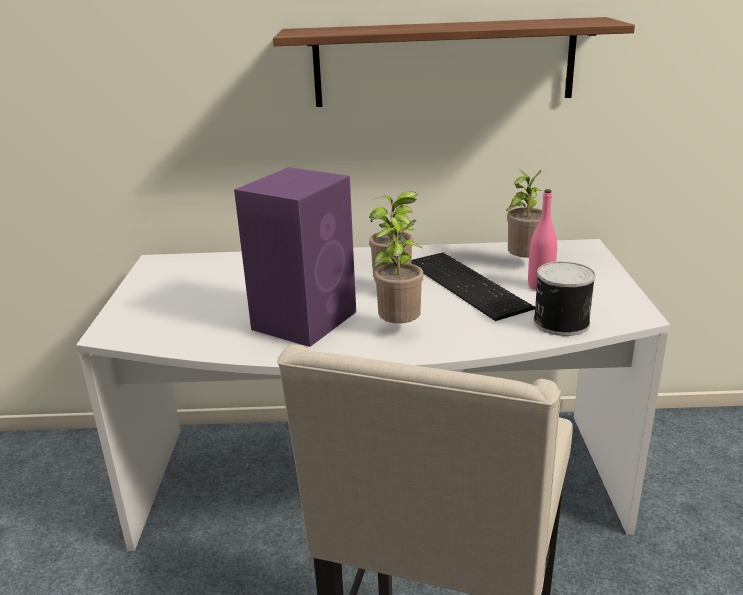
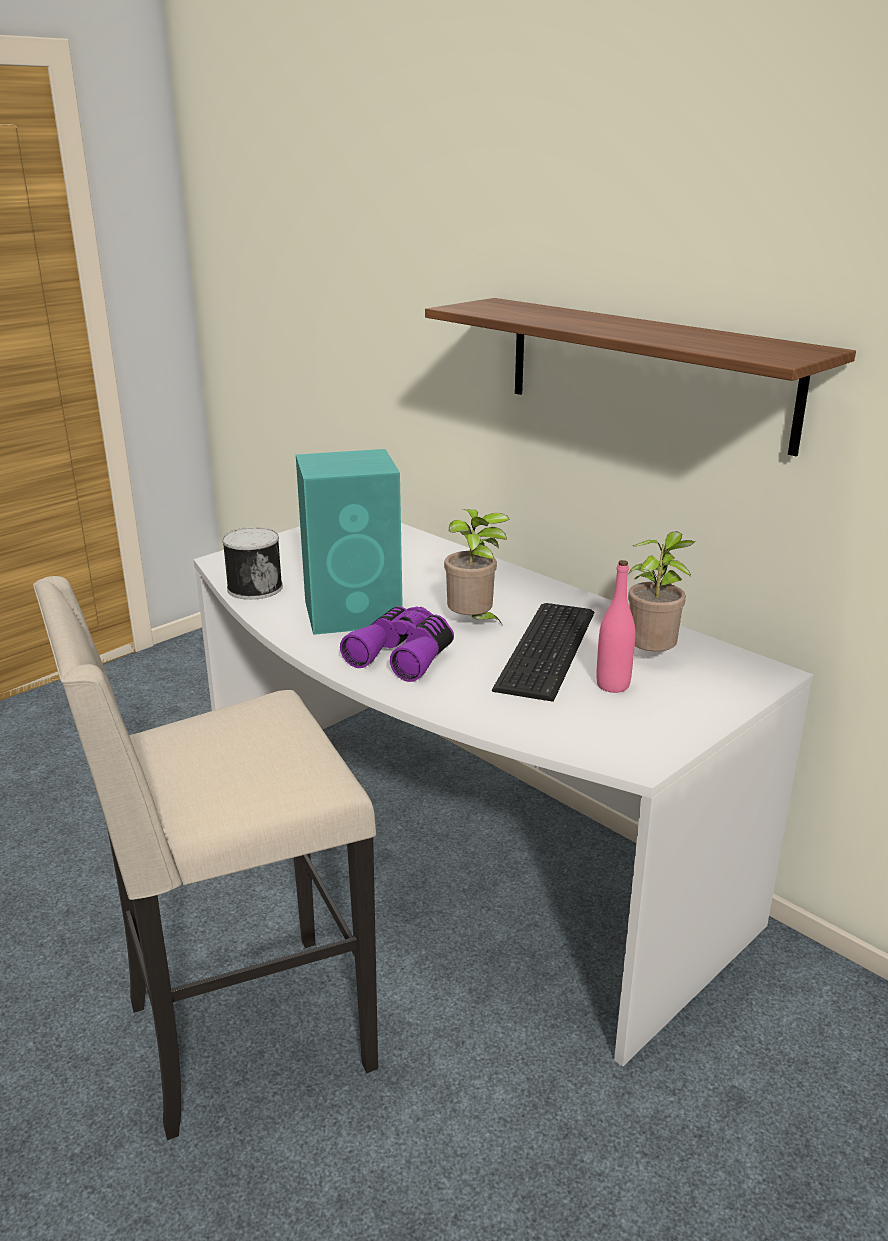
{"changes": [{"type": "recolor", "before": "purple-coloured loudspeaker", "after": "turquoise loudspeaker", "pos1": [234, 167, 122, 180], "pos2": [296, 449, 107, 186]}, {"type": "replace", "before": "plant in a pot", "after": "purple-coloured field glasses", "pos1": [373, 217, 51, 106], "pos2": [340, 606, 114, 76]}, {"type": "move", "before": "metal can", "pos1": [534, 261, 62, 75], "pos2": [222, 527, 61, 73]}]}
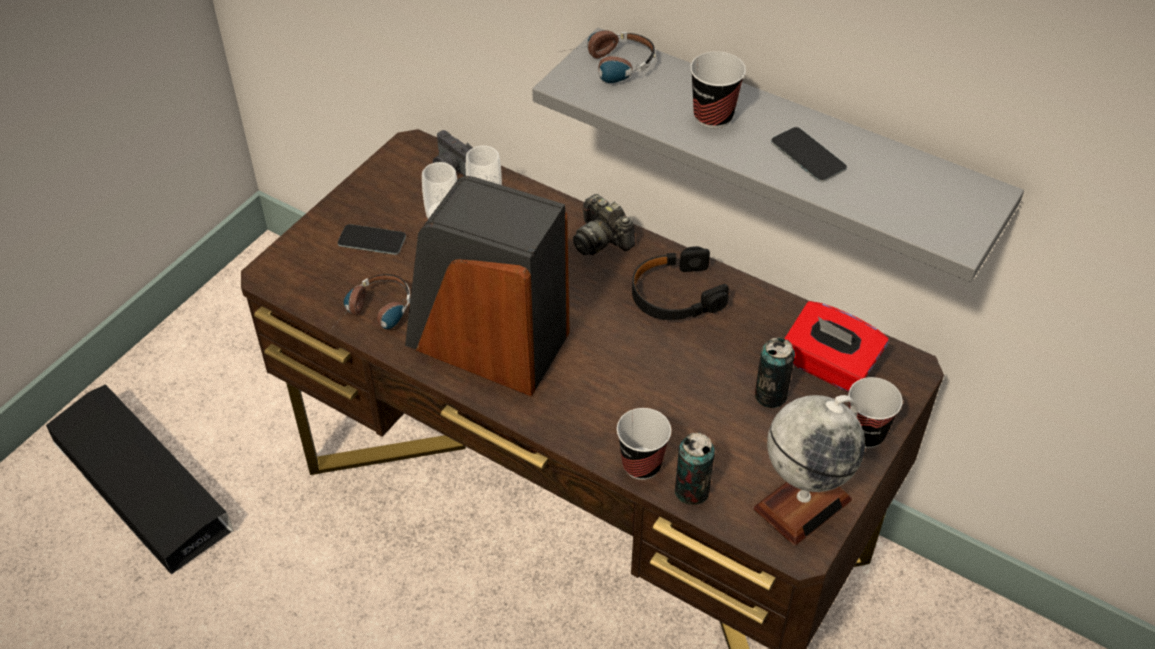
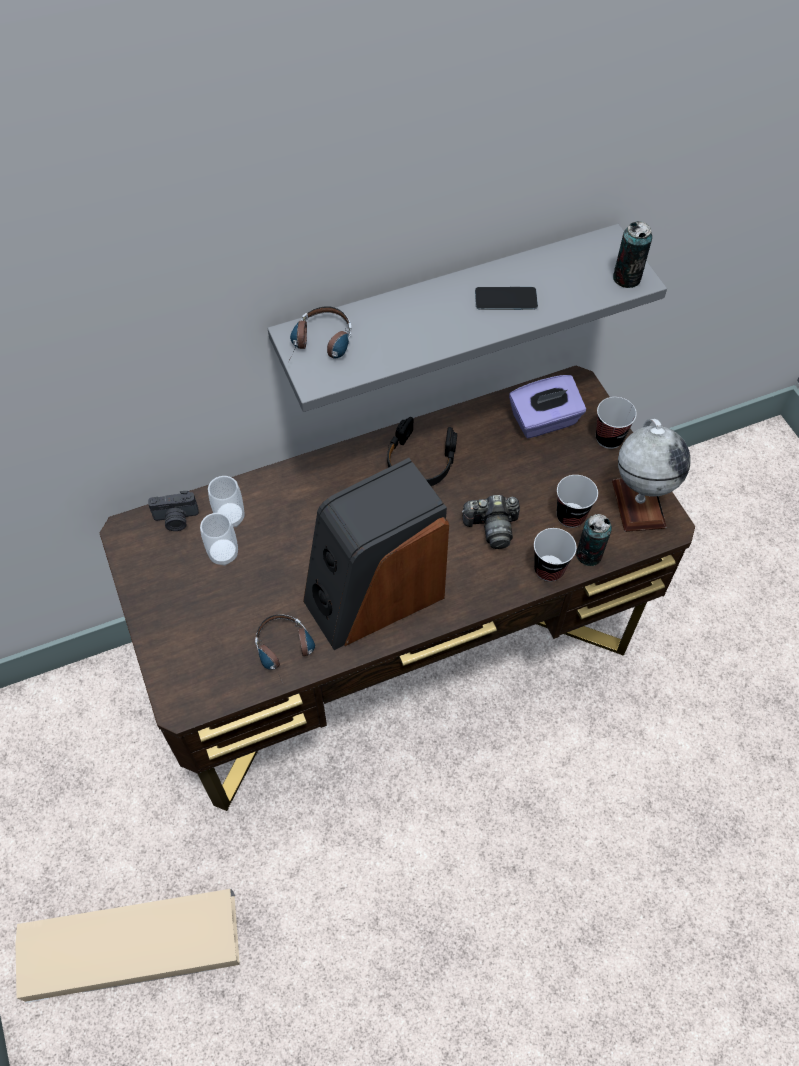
{"changes": [{"type": "move", "before": "small cup", "pos1": [690, 51, 56, 77], "pos2": [557, 475, 41, 53]}, {"type": "move", "before": "photo camera", "pos1": [573, 194, 62, 61], "pos2": [462, 495, 58, 54]}, {"type": "delete", "before": "phone", "pos1": [338, 224, 68, 31]}, {"type": "recolor", "before": "red-coloured box of tissues", "after": "purple-coloured box of tissues", "pos1": [784, 301, 105, 91], "pos2": [509, 375, 77, 63]}, {"type": "move", "before": "metal can", "pos1": [755, 337, 40, 71], "pos2": [613, 221, 39, 67]}, {"type": "recolor", "before": "blackish storage bin", "after": "sand-coloured storage bin", "pos1": [46, 384, 188, 190], "pos2": [15, 889, 225, 114]}]}
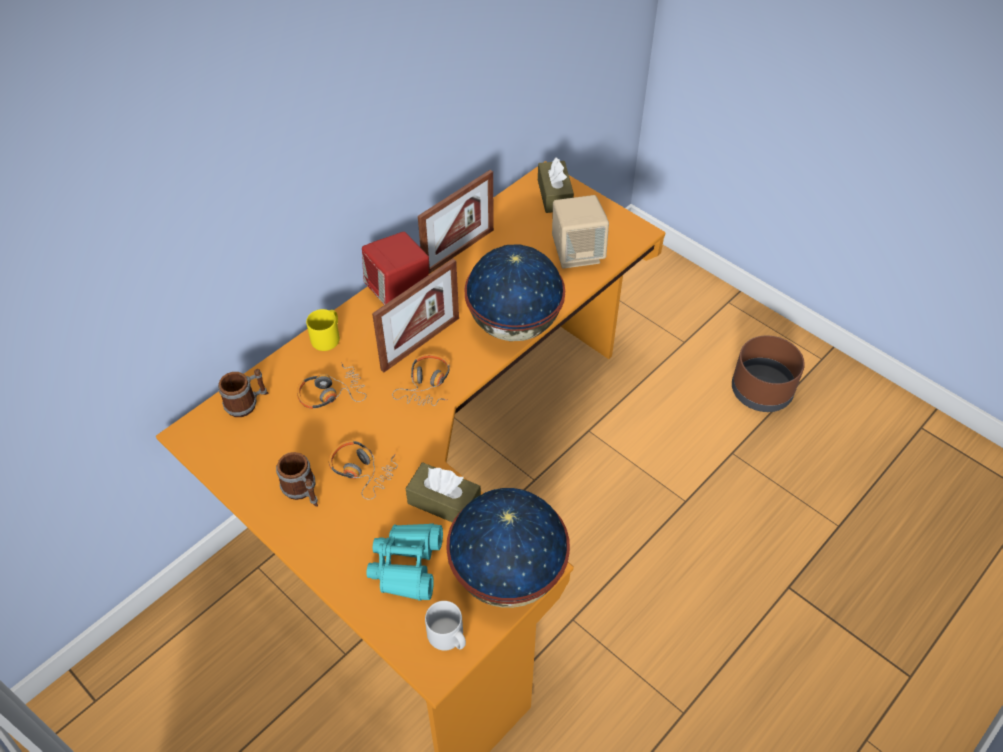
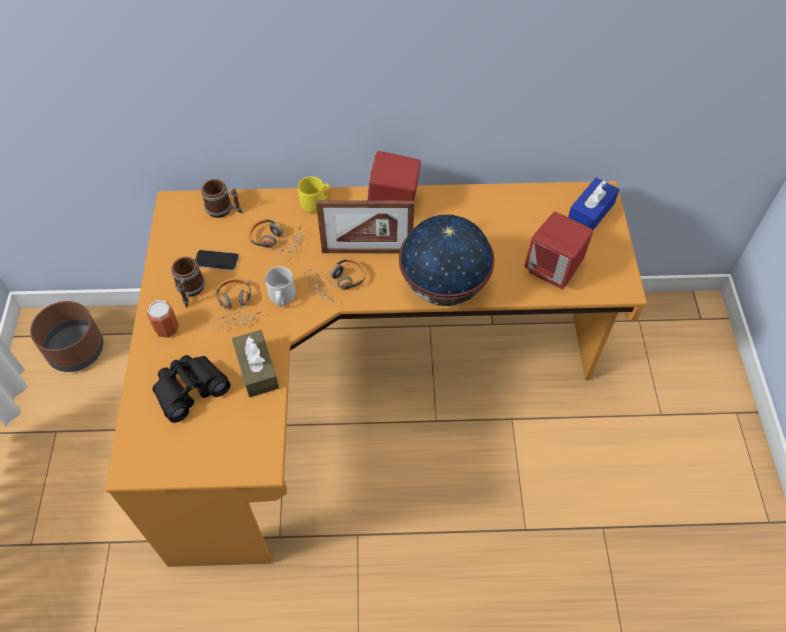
{"changes": [{"type": "recolor", "before": "brownish box of tissues", "after": "blue-coloured box of tissues", "pos1": [538, 157, 36, 56], "pos2": [568, 177, 52, 53]}, {"type": "delete", "before": "picture frame", "pos1": [418, 170, 76, 104]}, {"type": "recolor", "before": "sand-coloured loudspeaker", "after": "red-coloured loudspeaker", "pos1": [552, 195, 57, 74], "pos2": [525, 212, 68, 77]}, {"type": "move", "before": "brownish planter", "pos1": [732, 336, 73, 76], "pos2": [30, 301, 74, 71]}, {"type": "delete", "before": "world globe", "pos1": [446, 488, 124, 120]}, {"type": "recolor", "before": "turquoise field glasses", "after": "blackish field glasses", "pos1": [367, 523, 76, 78], "pos2": [152, 355, 79, 68]}, {"type": "move", "before": "greyish tea mug", "pos1": [425, 601, 41, 50], "pos2": [265, 266, 31, 41]}, {"type": "insert", "after": "phone", "pos2": [195, 250, 44, 21]}, {"type": "insert", "after": "metal can", "pos2": [147, 300, 32, 38]}]}
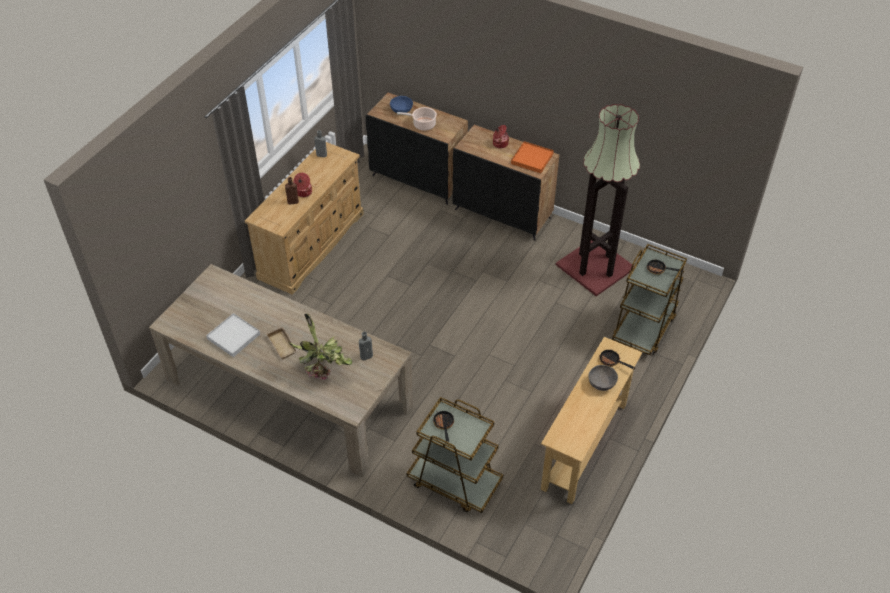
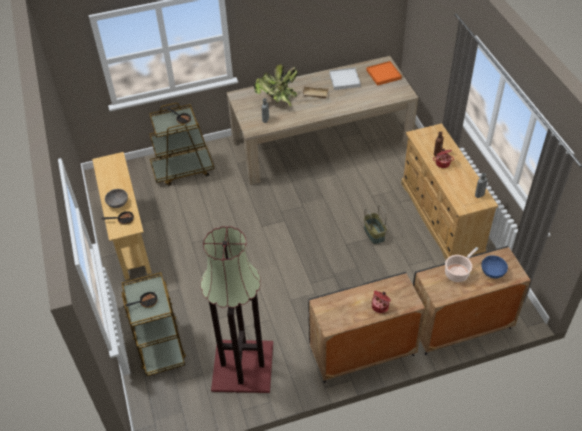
{"changes": [{"type": "move", "before": "orangey serving tray", "pos1": [511, 141, 43, 32], "pos2": [366, 61, 36, 25]}, {"type": "insert", "after": "basket", "pos2": [364, 205, 22, 39]}]}
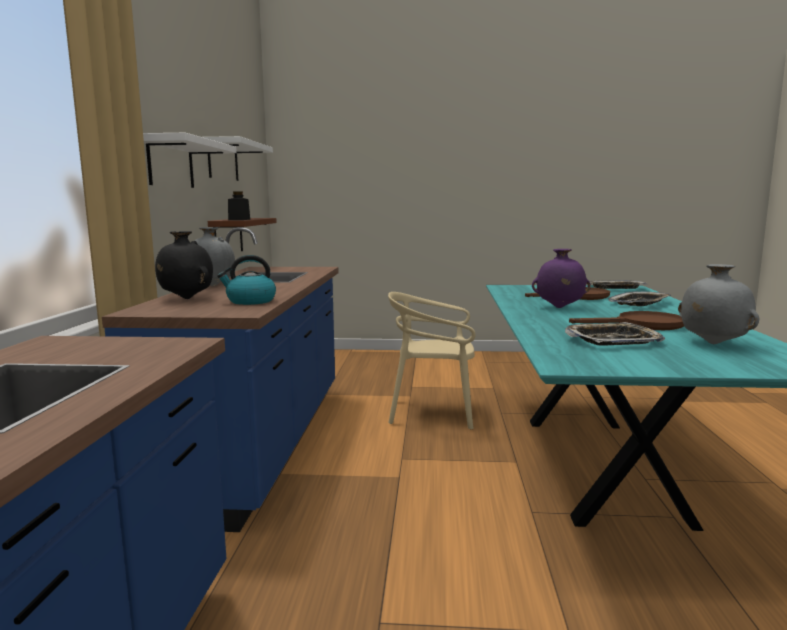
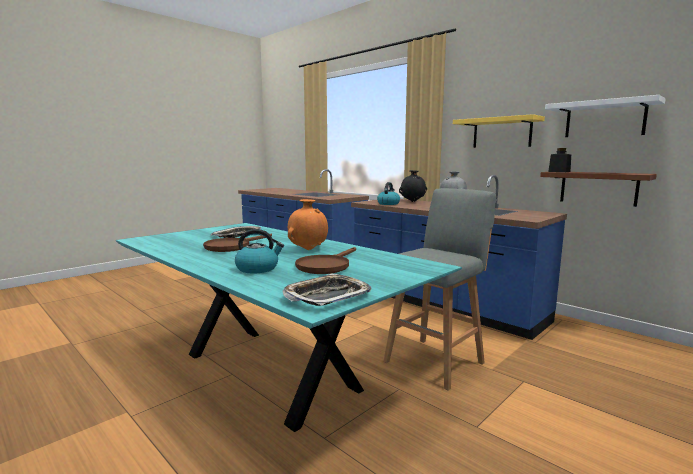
{"changes": [{"type": "recolor", "before": "whitish shelf", "after": "yellow shelf", "pos1": [143, 133, 94, 55], "pos2": [453, 114, 92, 34]}, {"type": "recolor", "before": "purple-coloured vase", "after": "orangey vase", "pos1": [532, 249, 59, 59], "pos2": [288, 199, 40, 51]}, {"type": "delete", "before": "greyish vase", "pos1": [678, 264, 81, 80]}, {"type": "replace", "before": "sand-coloured plain chair", "after": "greyish stool seat", "pos1": [388, 292, 88, 137], "pos2": [383, 188, 113, 203]}, {"type": "replace", "before": "serving tray", "after": "kettle", "pos1": [608, 292, 63, 14], "pos2": [235, 229, 49, 44]}]}
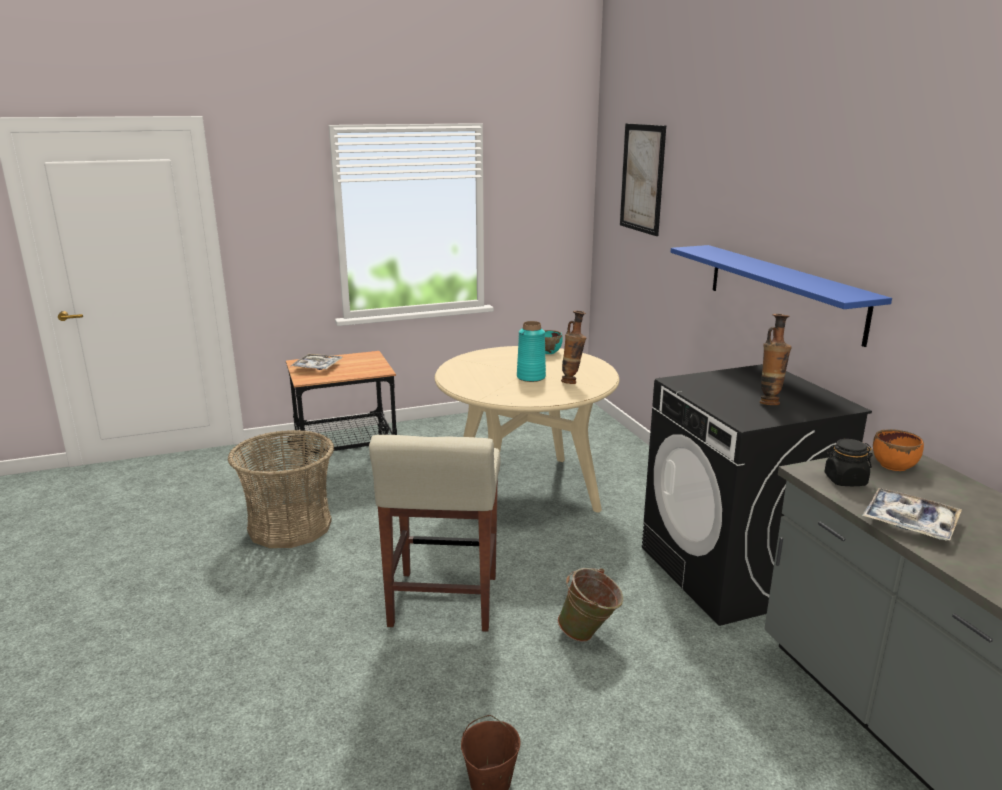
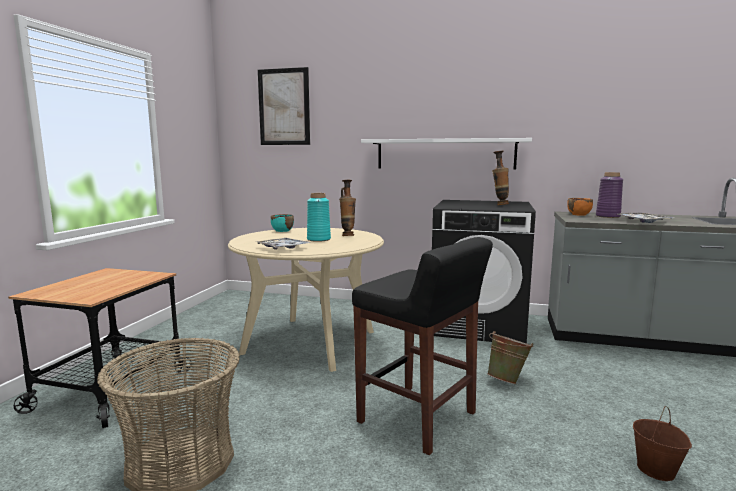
{"changes": [{"type": "recolor", "before": "blue-coloured shelf", "after": "whitish shelf", "pos1": [671, 245, 221, 102], "pos2": [361, 138, 171, 32]}, {"type": "move", "before": "serving tray", "pos1": [291, 354, 51, 16], "pos2": [256, 238, 55, 12]}, {"type": "recolor", "before": "sand-coloured stool seat", "after": "blackish stool seat", "pos1": [369, 435, 132, 197], "pos2": [352, 237, 141, 218]}, {"type": "delete", "before": "blackish jar", "pos1": [824, 439, 49, 47]}, {"type": "insert", "after": "purple-coloured vase", "pos2": [596, 172, 27, 46]}]}
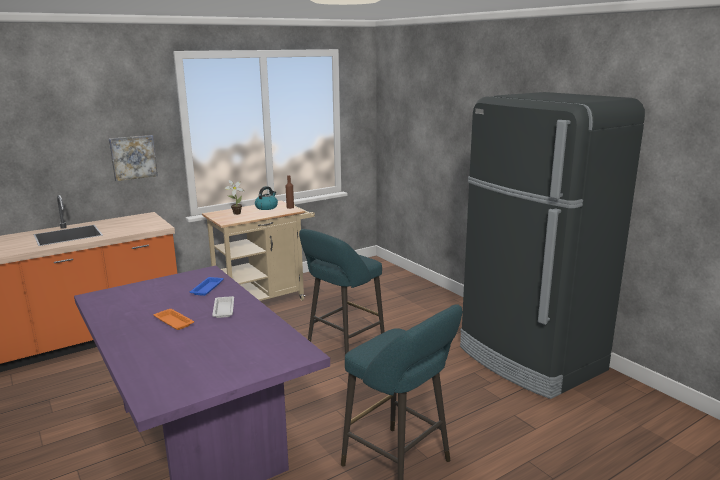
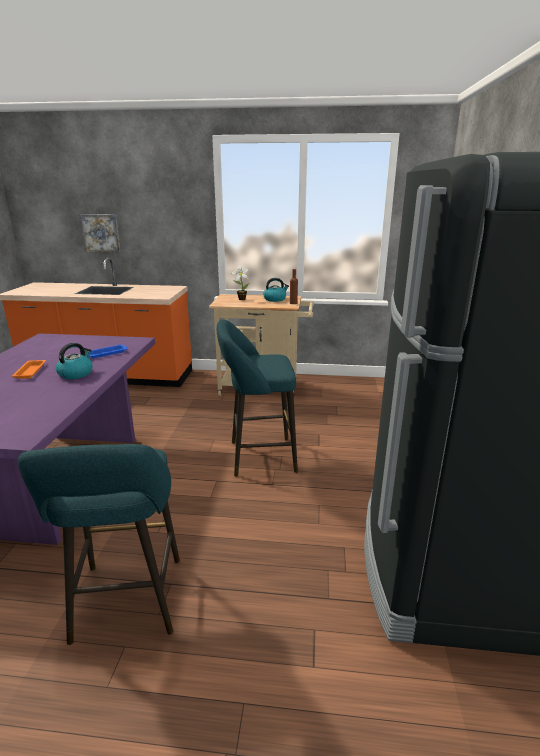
{"changes": [{"type": "move", "before": "wall picture", "pos1": [109, 135, 49, 46], "pos2": [80, 214, 41, 38]}, {"type": "replace", "before": "whitish serving tray", "after": "kettle", "pos1": [212, 296, 22, 22], "pos2": [56, 343, 37, 36]}]}
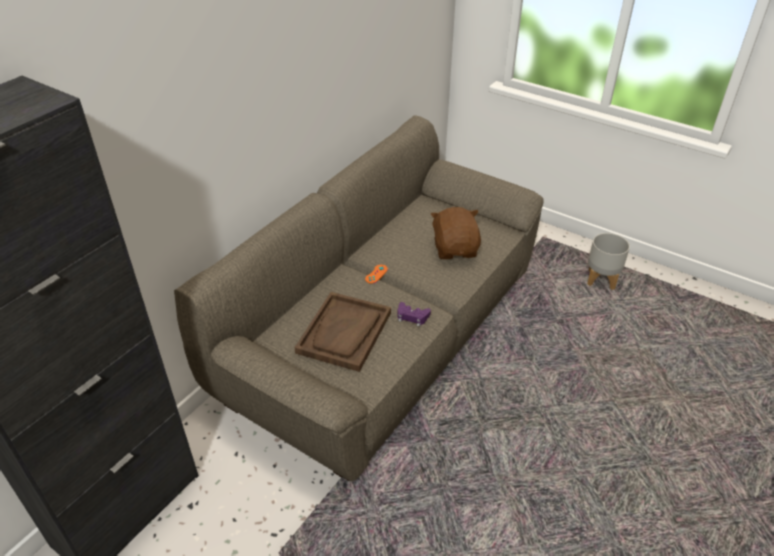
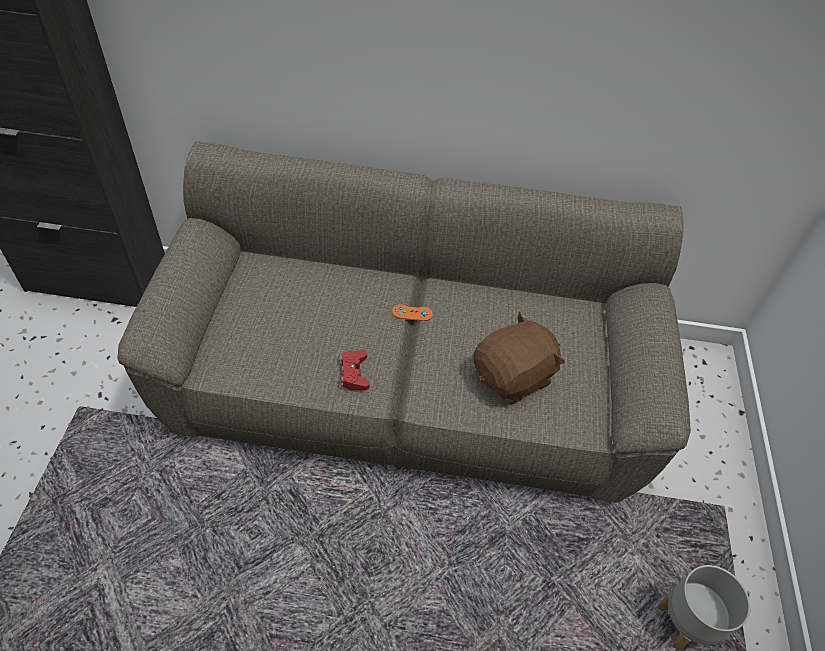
{"changes": [{"type": "delete", "before": "brownish serving tray", "pos1": [294, 292, 97, 80]}, {"type": "recolor", "before": "purple-coloured game controller", "after": "red-coloured game controller", "pos1": [398, 302, 33, 25], "pos2": [340, 350, 29, 40]}]}
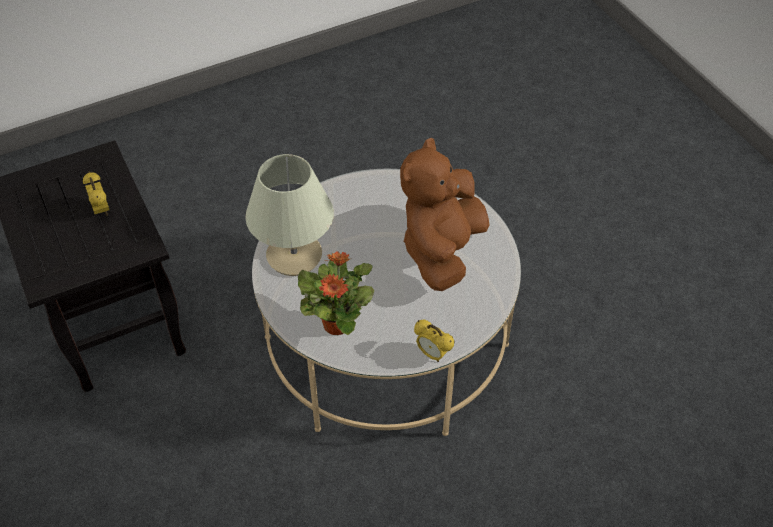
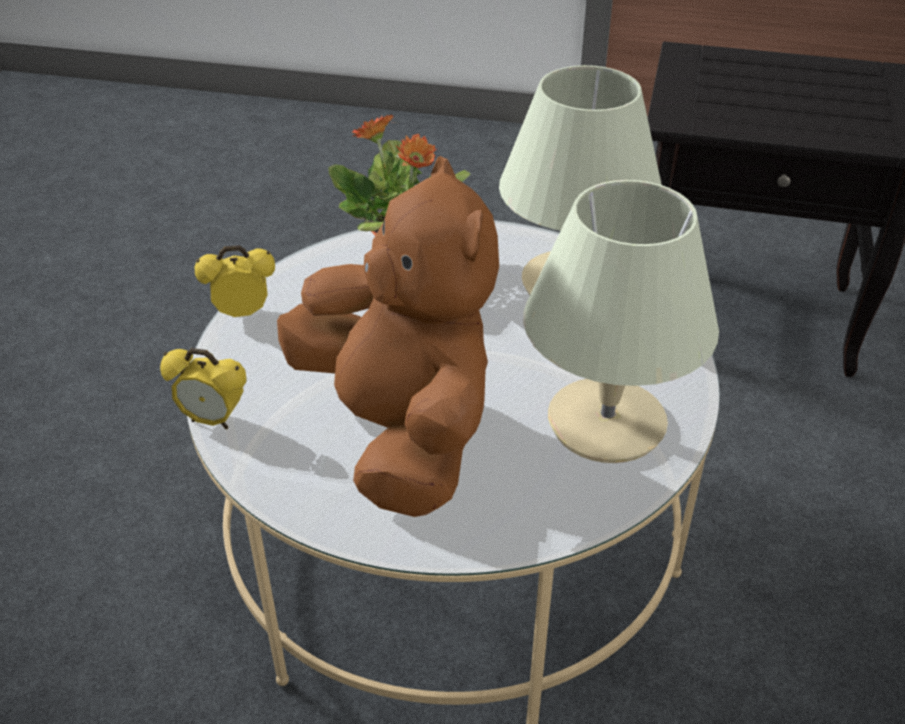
{"changes": [{"type": "move", "before": "bedside clock", "pos1": [83, 172, 26, 44], "pos2": [160, 348, 86, 81]}, {"type": "insert", "after": "sand-coloured lamp for a table", "pos2": [523, 180, 196, 283]}]}
